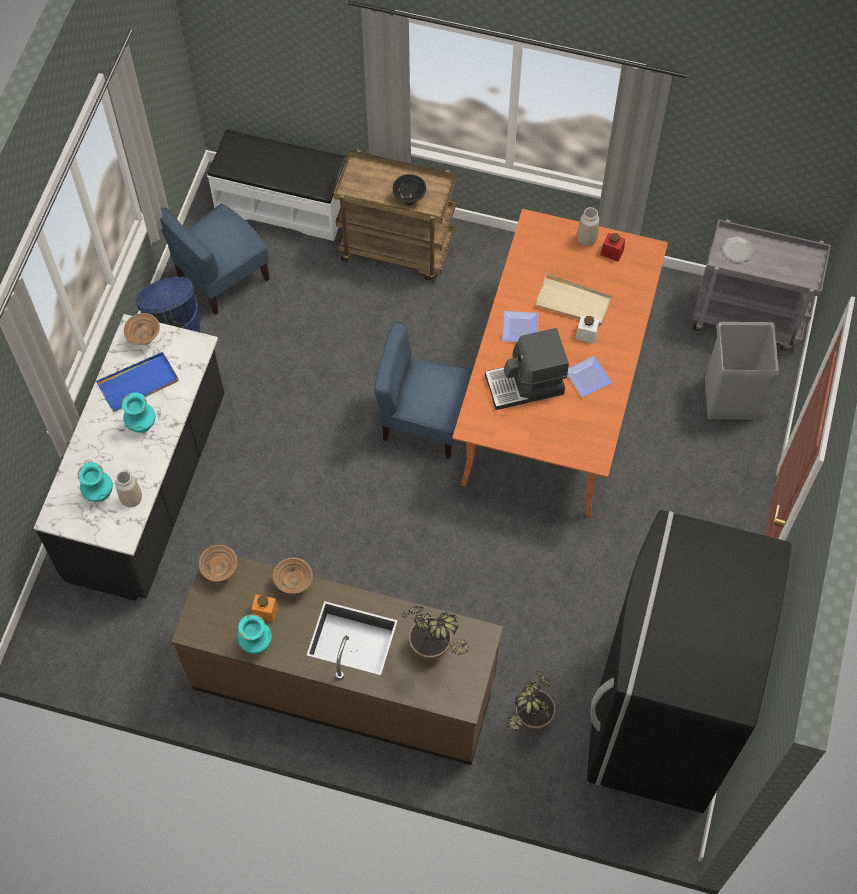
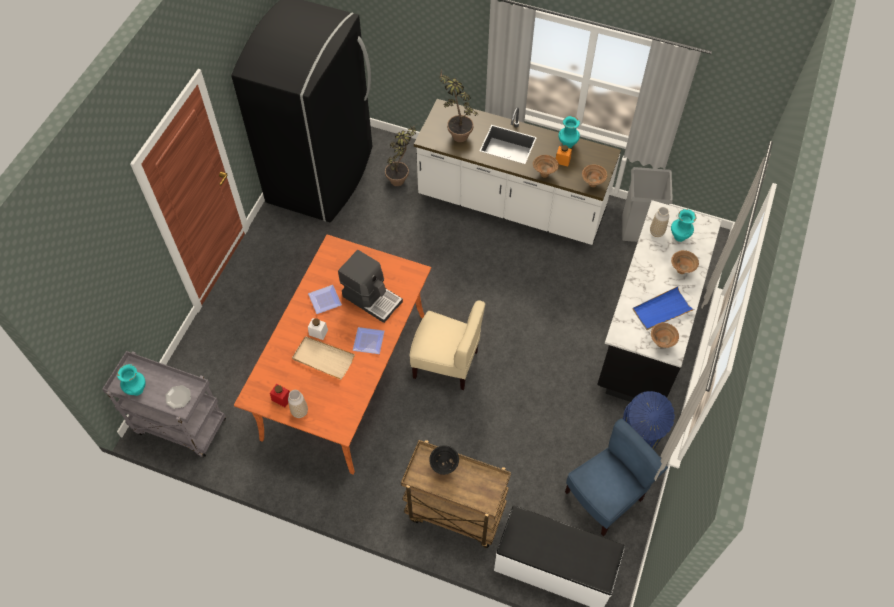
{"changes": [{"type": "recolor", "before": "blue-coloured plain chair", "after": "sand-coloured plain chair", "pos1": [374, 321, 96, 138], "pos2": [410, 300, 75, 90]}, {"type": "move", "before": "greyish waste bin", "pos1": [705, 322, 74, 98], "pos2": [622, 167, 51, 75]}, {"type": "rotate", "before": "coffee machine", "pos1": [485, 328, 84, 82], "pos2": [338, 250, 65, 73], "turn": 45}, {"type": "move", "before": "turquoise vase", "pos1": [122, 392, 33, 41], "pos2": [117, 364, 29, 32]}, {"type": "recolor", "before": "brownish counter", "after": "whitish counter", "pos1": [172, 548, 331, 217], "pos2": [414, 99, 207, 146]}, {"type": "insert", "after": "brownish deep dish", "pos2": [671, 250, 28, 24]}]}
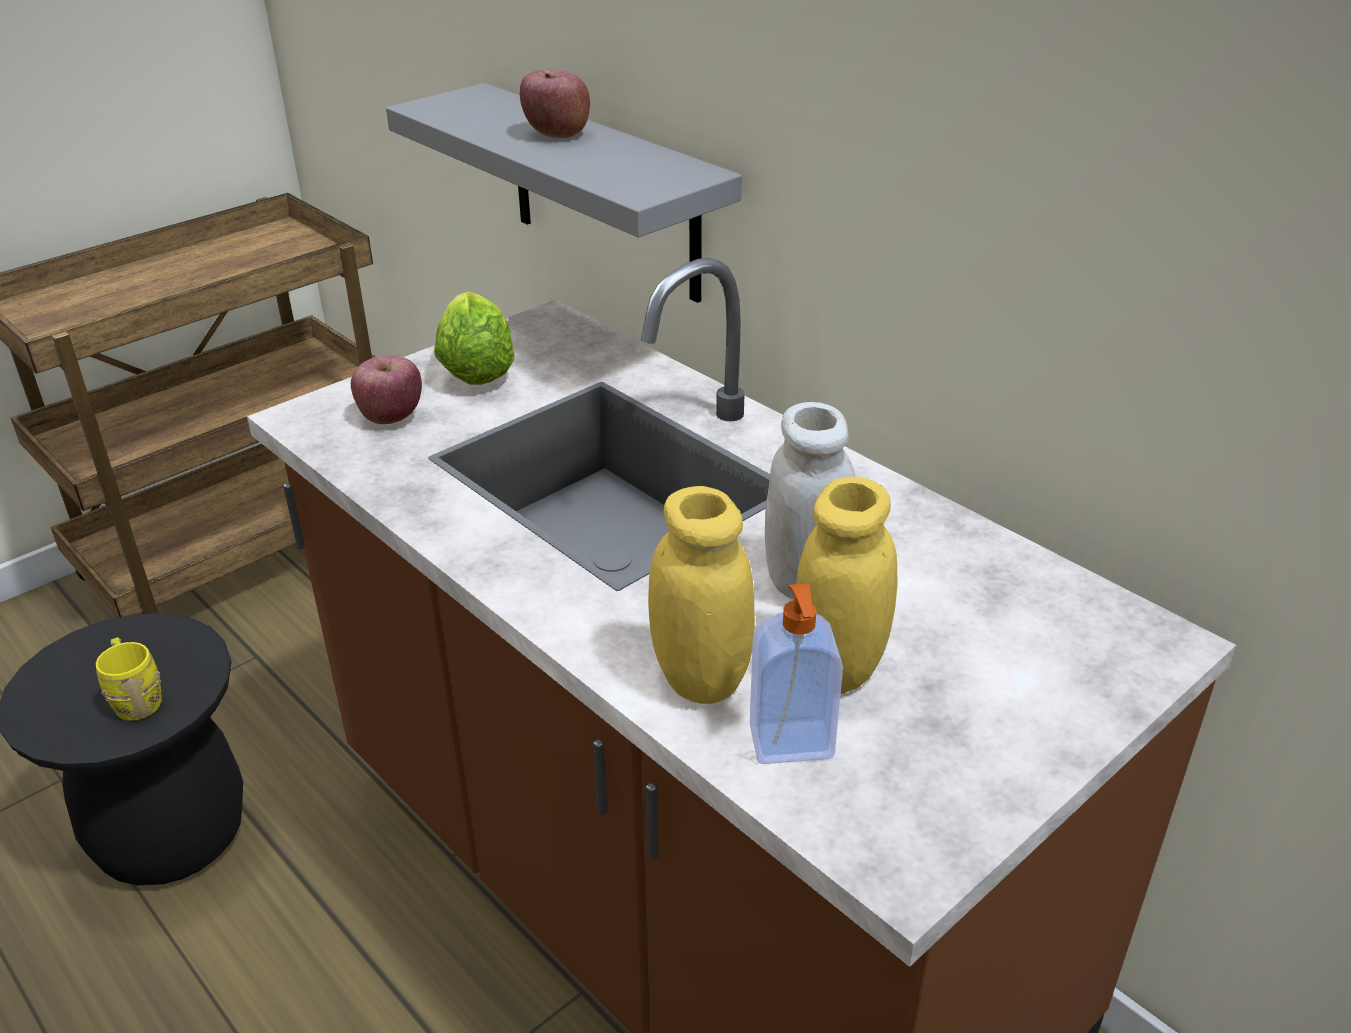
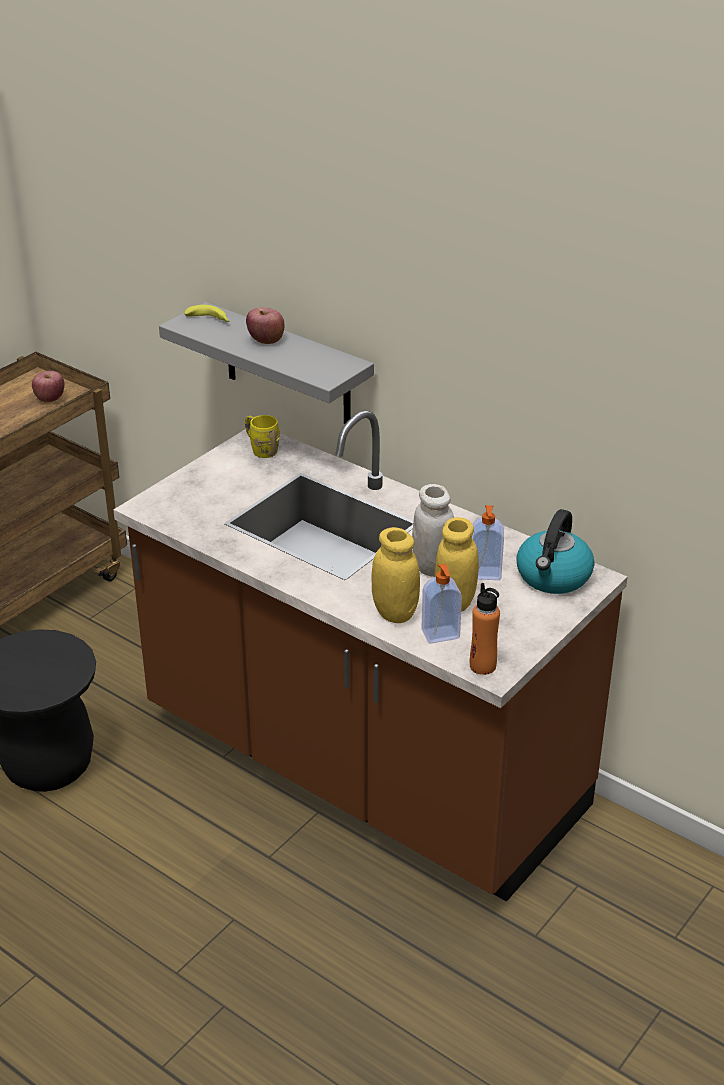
{"changes": [{"type": "delete", "before": "lettuce", "pos1": [434, 291, 80, 94]}, {"type": "move", "before": "apple fruit", "pos1": [351, 355, 71, 69], "pos2": [32, 371, 33, 32]}, {"type": "move", "before": "yellow tea mug", "pos1": [96, 637, 66, 84], "pos2": [245, 415, 35, 43]}, {"type": "insert", "after": "banana fruit", "pos2": [184, 305, 46, 17]}, {"type": "insert", "after": "liquid soap bottle", "pos2": [472, 505, 32, 75]}, {"type": "insert", "after": "kettle", "pos2": [516, 509, 78, 85]}, {"type": "insert", "after": "orangey drink bottle", "pos2": [470, 583, 30, 92]}]}
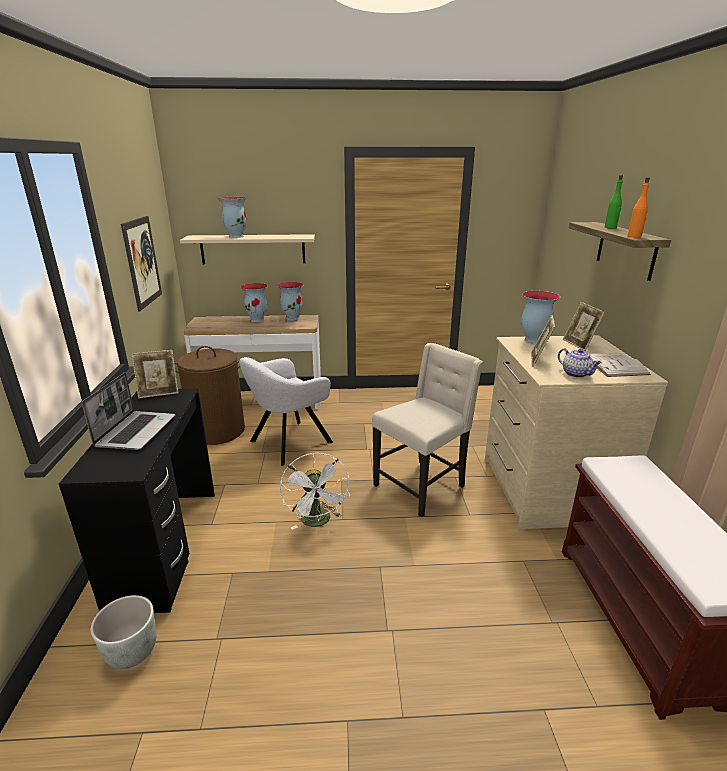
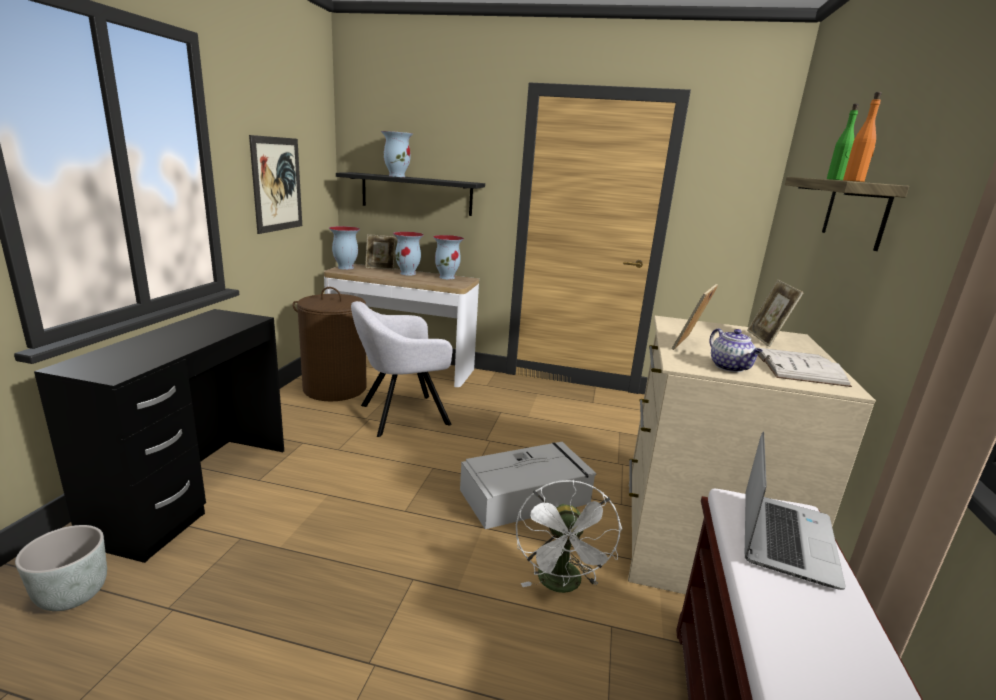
{"changes": [{"type": "recolor", "before": "sand-coloured shelf", "after": "blackish shelf", "pos1": [180, 234, 135, 30], "pos2": [336, 172, 149, 44]}, {"type": "move", "before": "vase", "pos1": [521, 291, 39, 53], "pos2": [329, 226, 31, 44]}, {"type": "replace", "before": "sand-coloured plain chair", "after": "greyish storage bin", "pos1": [372, 343, 111, 175], "pos2": [460, 442, 136, 87]}, {"type": "move", "before": "picture frame", "pos1": [131, 350, 48, 49], "pos2": [365, 234, 31, 36]}, {"type": "move", "before": "portable computer", "pos1": [82, 372, 93, 78], "pos2": [745, 432, 101, 158]}, {"type": "move", "before": "whitish fan", "pos1": [280, 453, 70, 77], "pos2": [516, 480, 106, 113]}]}
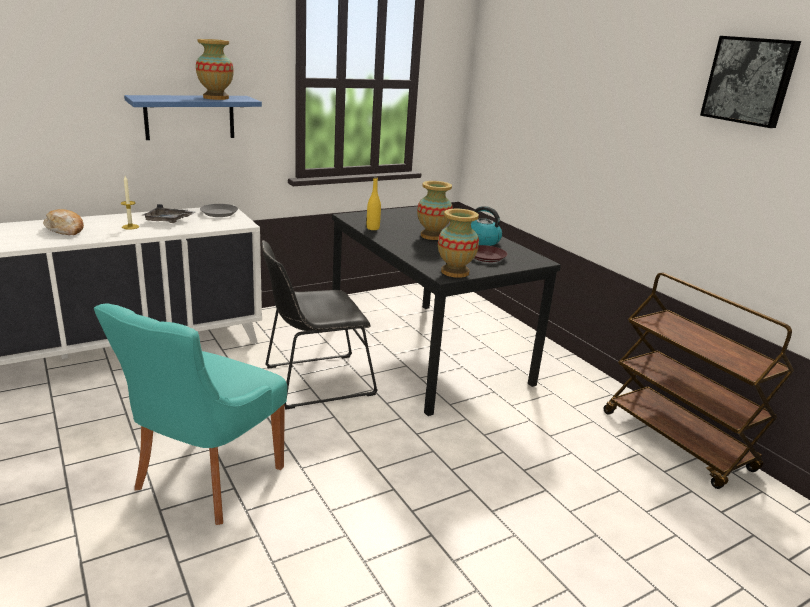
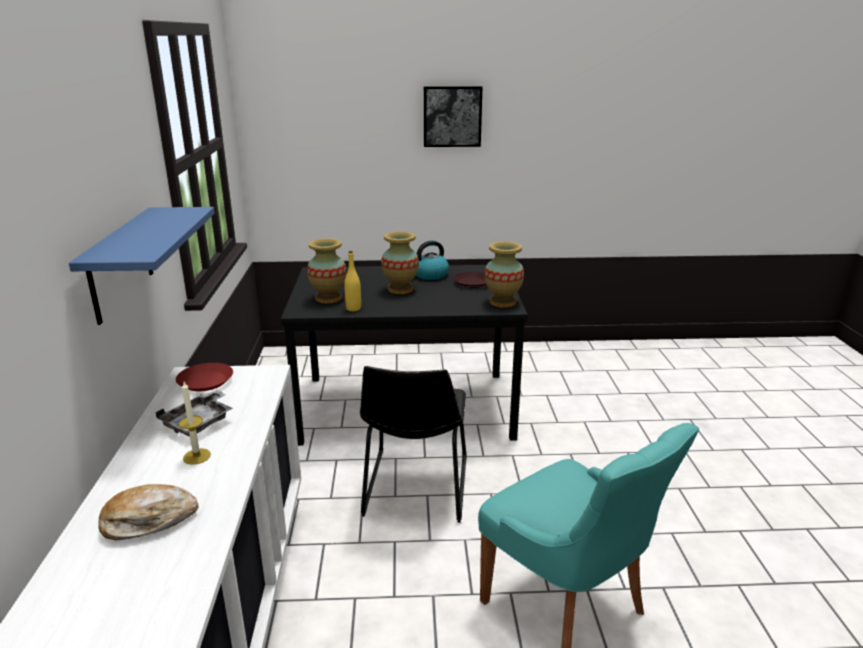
{"changes": [{"type": "move", "before": "wall picture", "pos1": [700, 36, 101, 92], "pos2": [424, 86, 59, 61]}, {"type": "move", "before": "vase", "pos1": [196, 39, 38, 61], "pos2": [307, 238, 39, 65]}, {"type": "recolor", "before": "greyish plate", "after": "red-coloured plate", "pos1": [200, 204, 38, 13], "pos2": [176, 363, 57, 28]}, {"type": "delete", "before": "brownish cart", "pos1": [604, 273, 190, 216]}]}
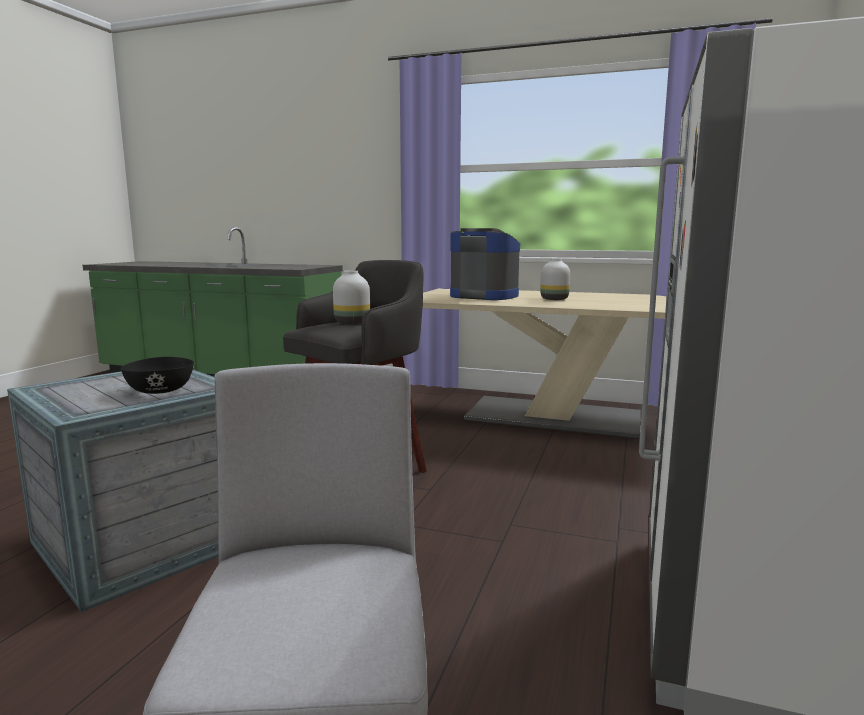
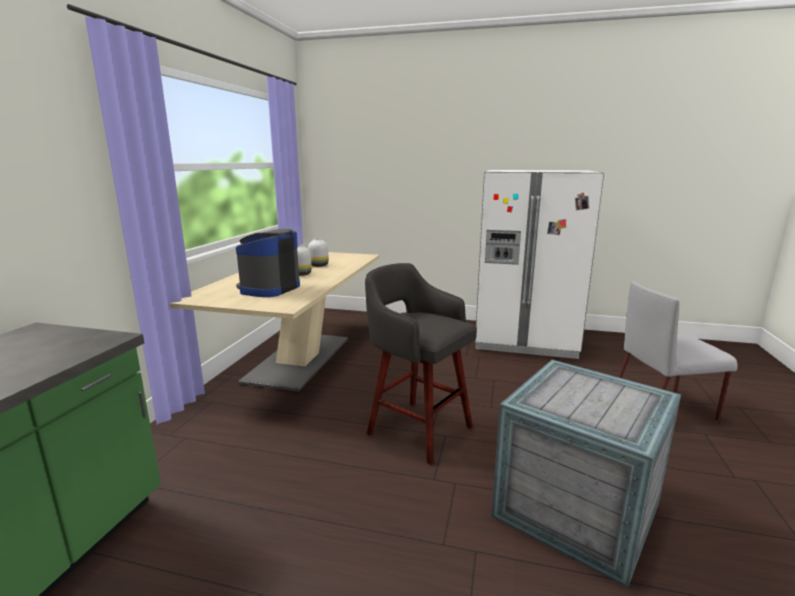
{"changes": [{"type": "move", "before": "whitish vase", "pos1": [333, 271, 37, 53], "pos2": [308, 237, 21, 30]}, {"type": "delete", "before": "blackish deep dish", "pos1": [121, 357, 73, 37]}]}
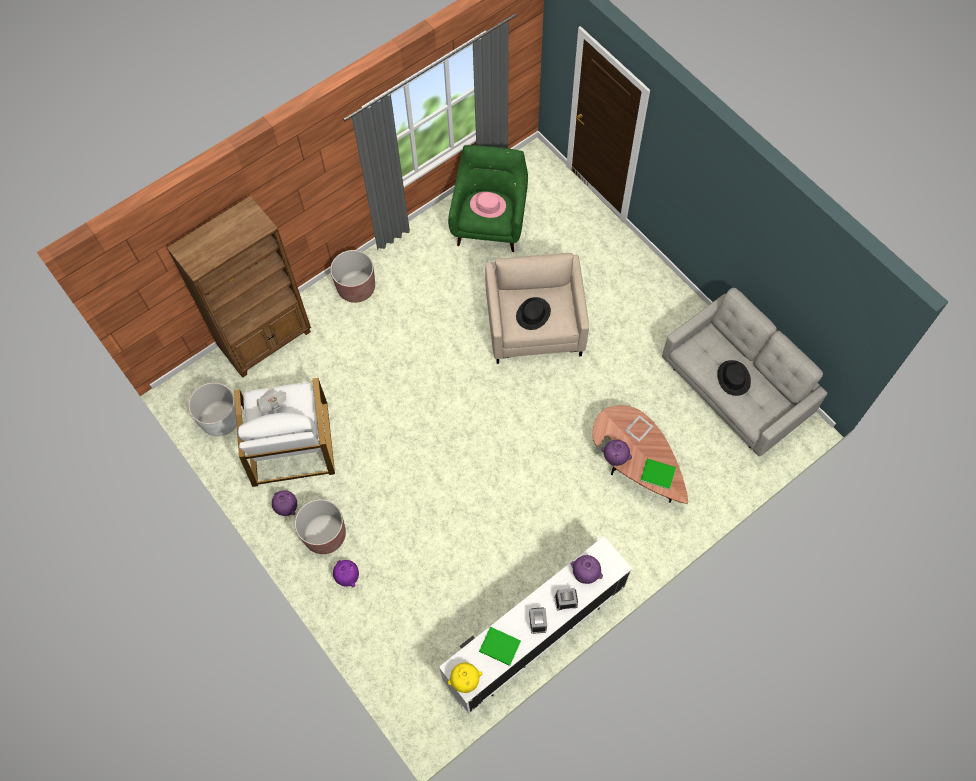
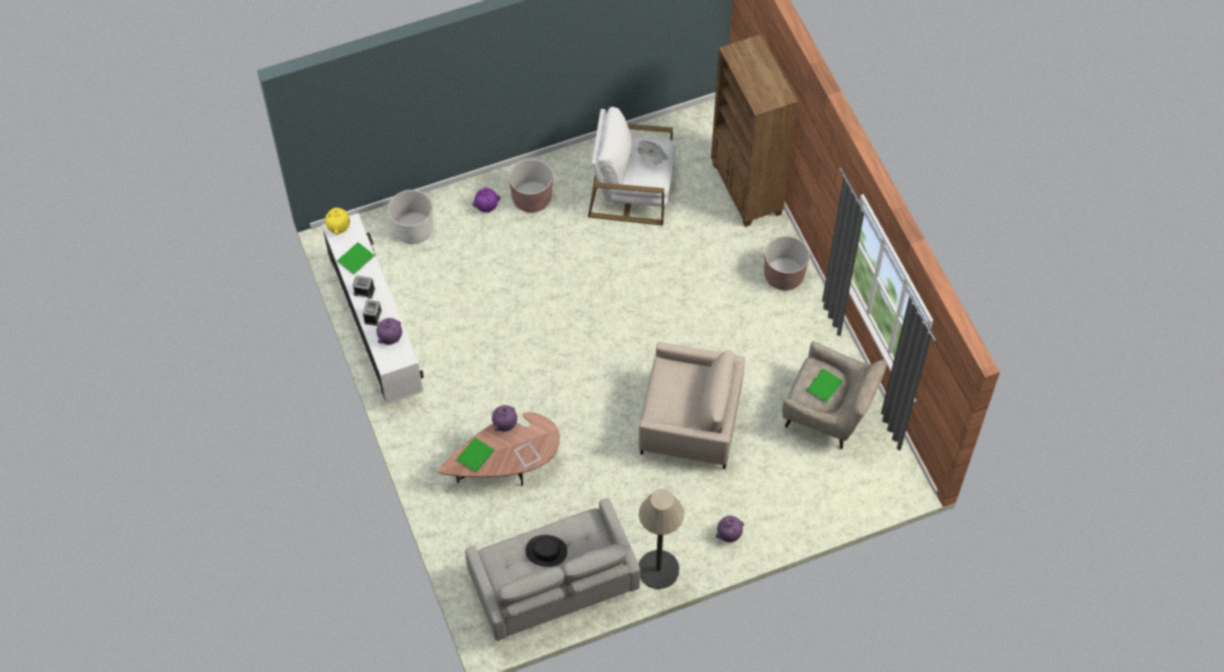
{"changes": [{"type": "recolor", "before": "greenish easy chair", "after": "sand-coloured easy chair", "pos1": [448, 145, 80, 107], "pos2": [782, 341, 105, 108]}, {"type": "replace", "before": "pink wearable hat", "after": "greenish volume", "pos1": [470, 192, 36, 26], "pos2": [807, 369, 36, 34]}, {"type": "delete", "before": "blackish wearable hat", "pos1": [516, 297, 35, 33]}, {"type": "move", "before": "whitish planter", "pos1": [188, 382, 49, 54], "pos2": [388, 190, 45, 54]}, {"type": "move", "before": "purple-coloured vase", "pos1": [272, 490, 25, 26], "pos2": [716, 516, 28, 26]}, {"type": "insert", "after": "standing lamp", "pos2": [638, 489, 46, 100]}]}
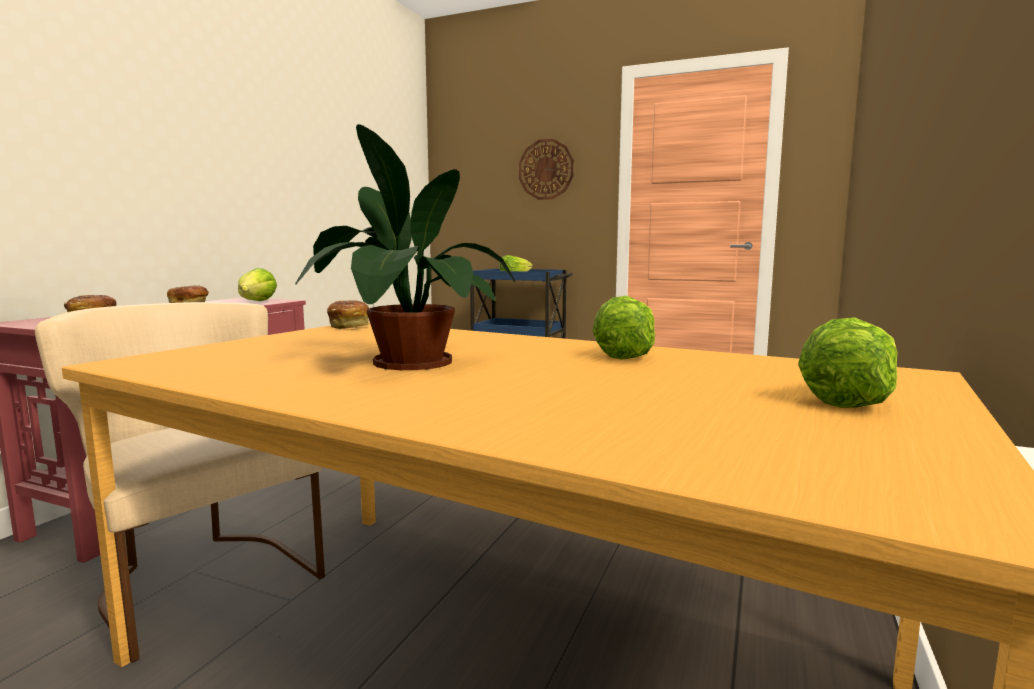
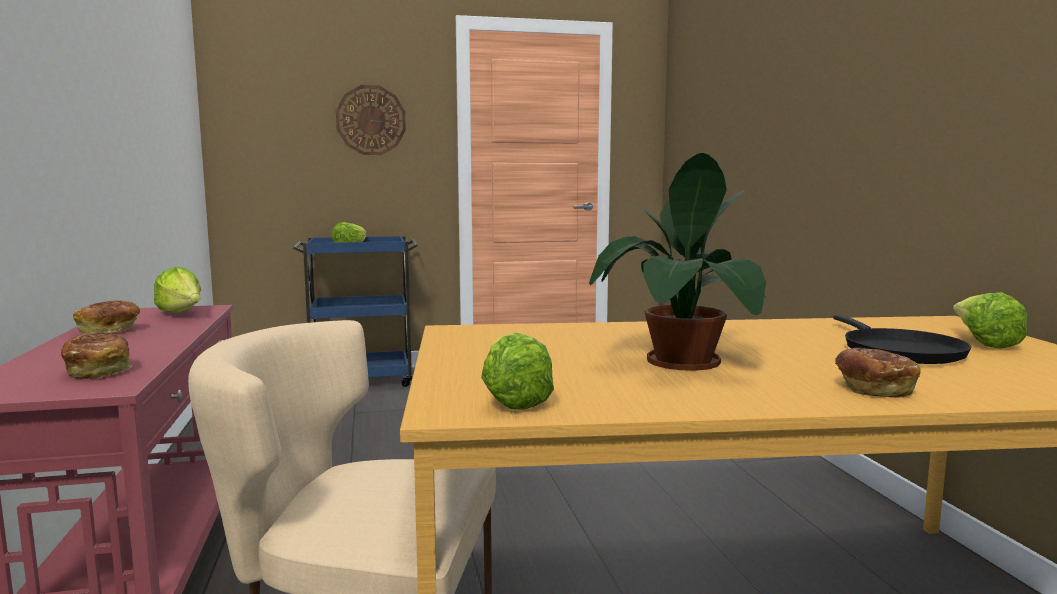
{"changes": [{"type": "move", "before": "lettuce", "pos1": [592, 296, 63, 64], "pos2": [481, 333, 73, 77]}, {"type": "move", "before": "baked bread", "pos1": [327, 300, 43, 29], "pos2": [835, 348, 86, 50]}, {"type": "insert", "after": "blackish frying pan", "pos2": [833, 315, 138, 49]}]}
